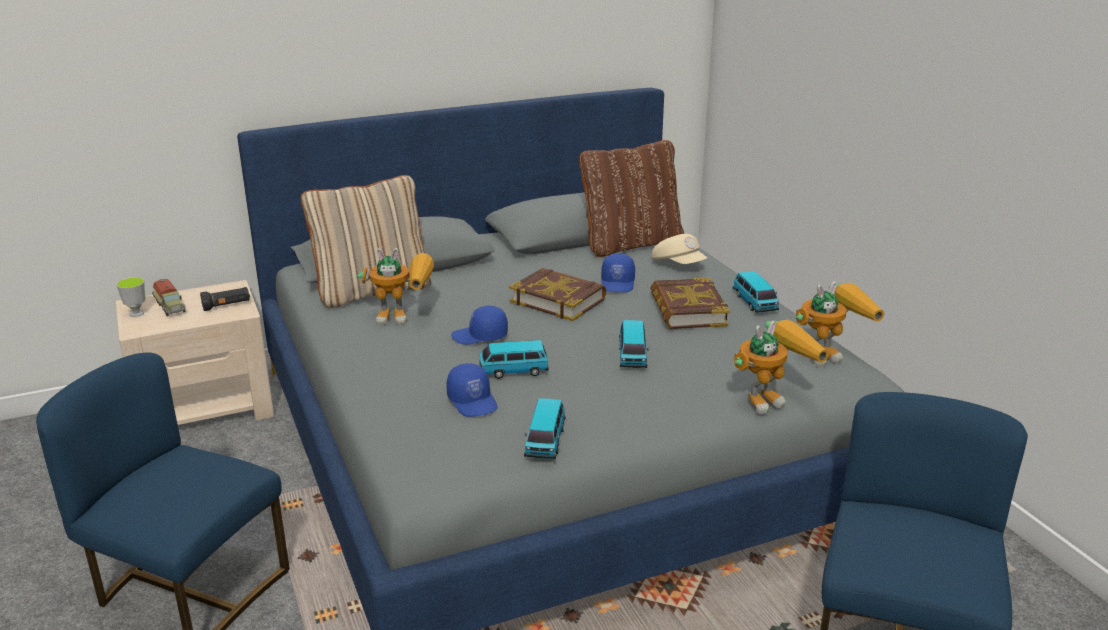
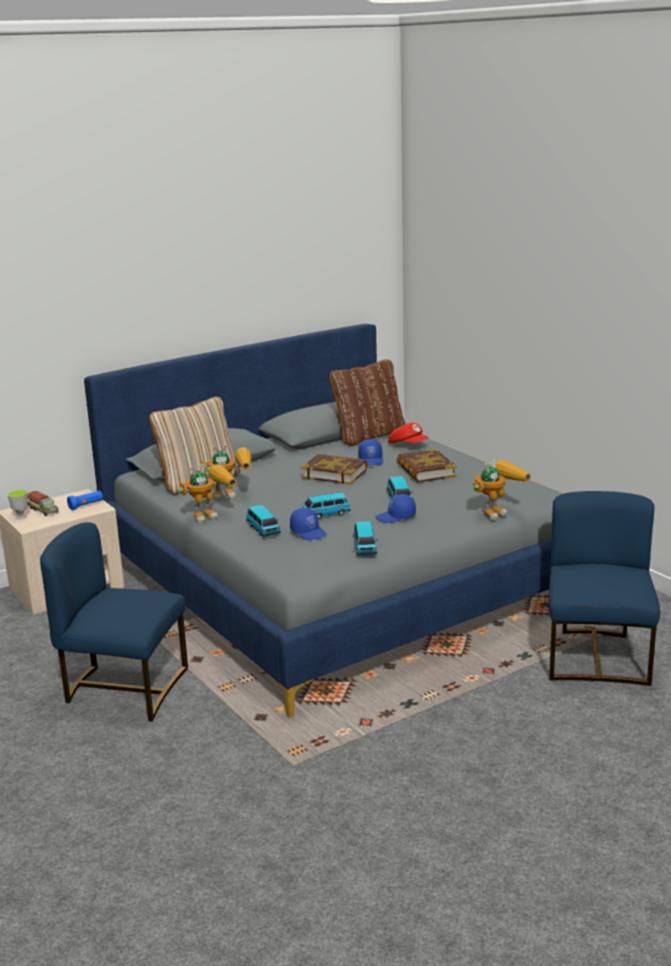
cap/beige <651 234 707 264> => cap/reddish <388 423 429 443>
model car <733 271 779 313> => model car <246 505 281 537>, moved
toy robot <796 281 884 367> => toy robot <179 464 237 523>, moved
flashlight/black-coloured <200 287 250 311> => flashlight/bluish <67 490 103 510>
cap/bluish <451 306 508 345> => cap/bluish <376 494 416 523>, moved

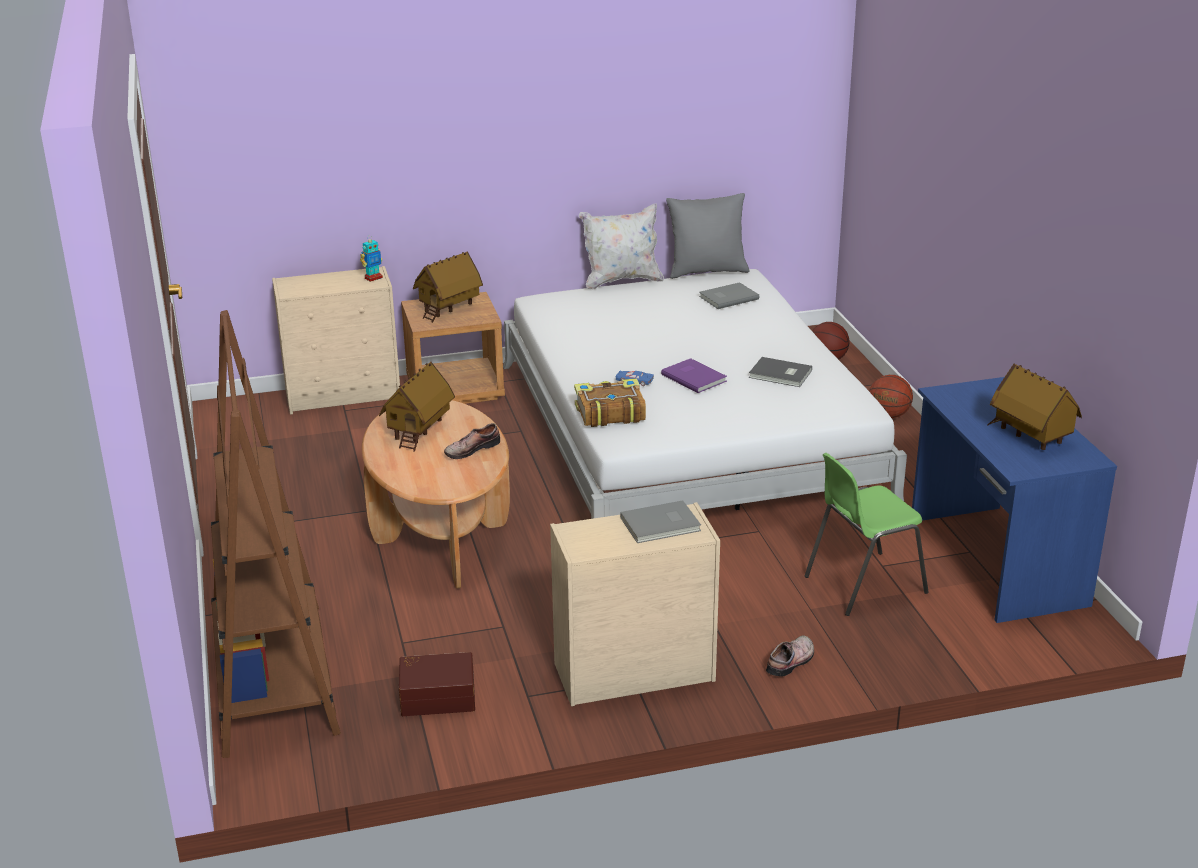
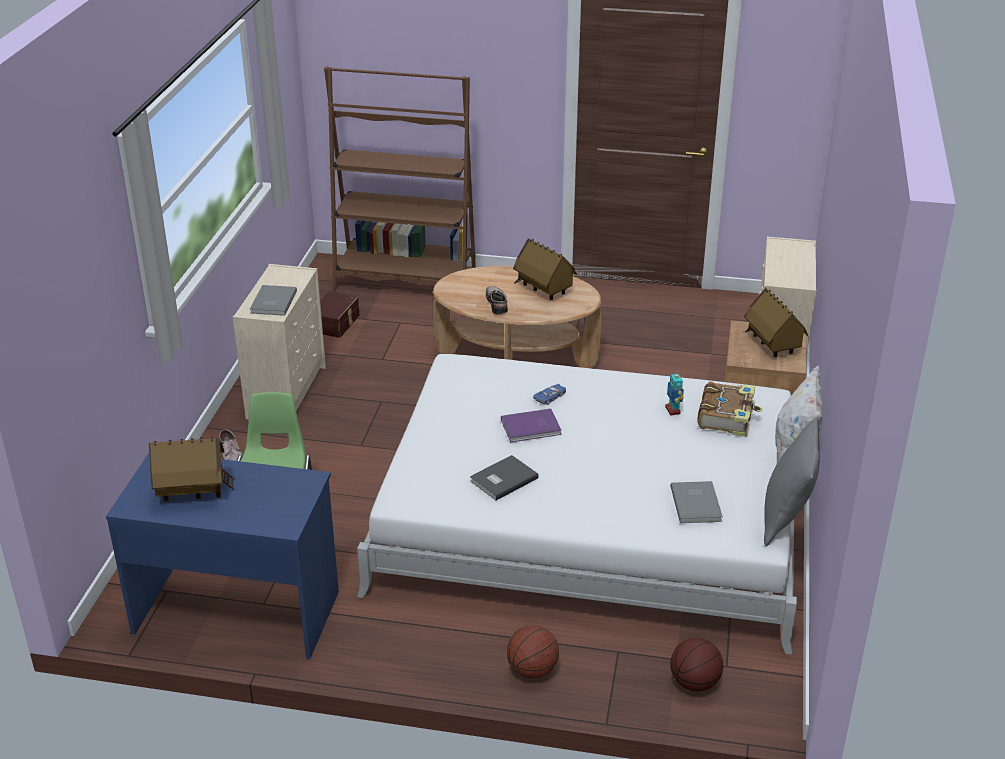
toy robot <360 235 383 282> => toy robot <665 371 684 415>, moved
volume <574 378 646 427> => volume <697 381 763 437>, moved

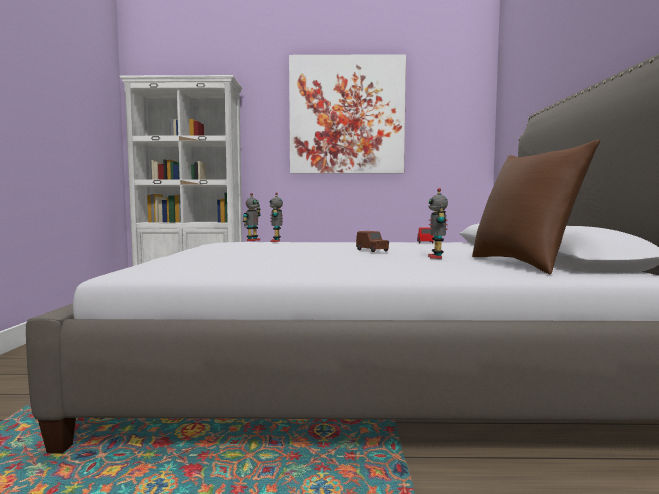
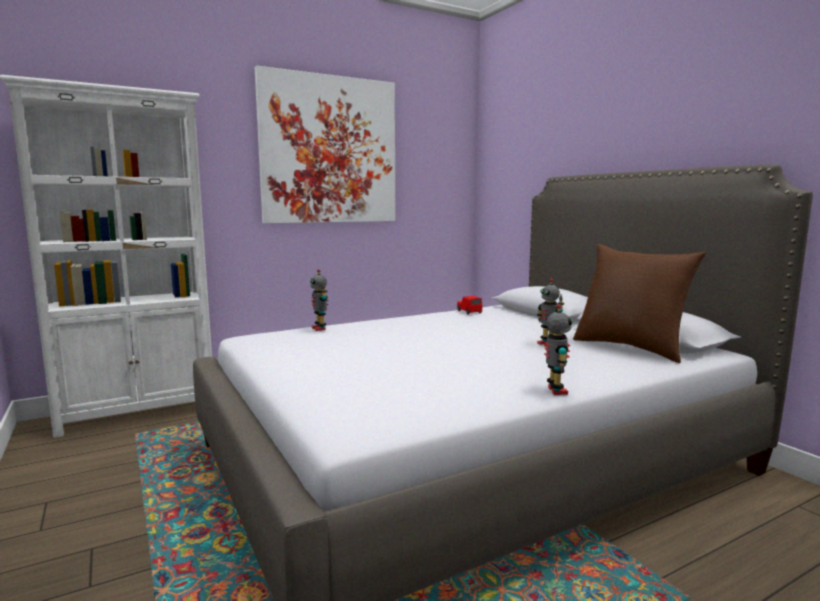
toy robot <243 193 261 241> => toy robot <544 304 572 395>, moved
model car/brownish <356 231 389 252> => nothing

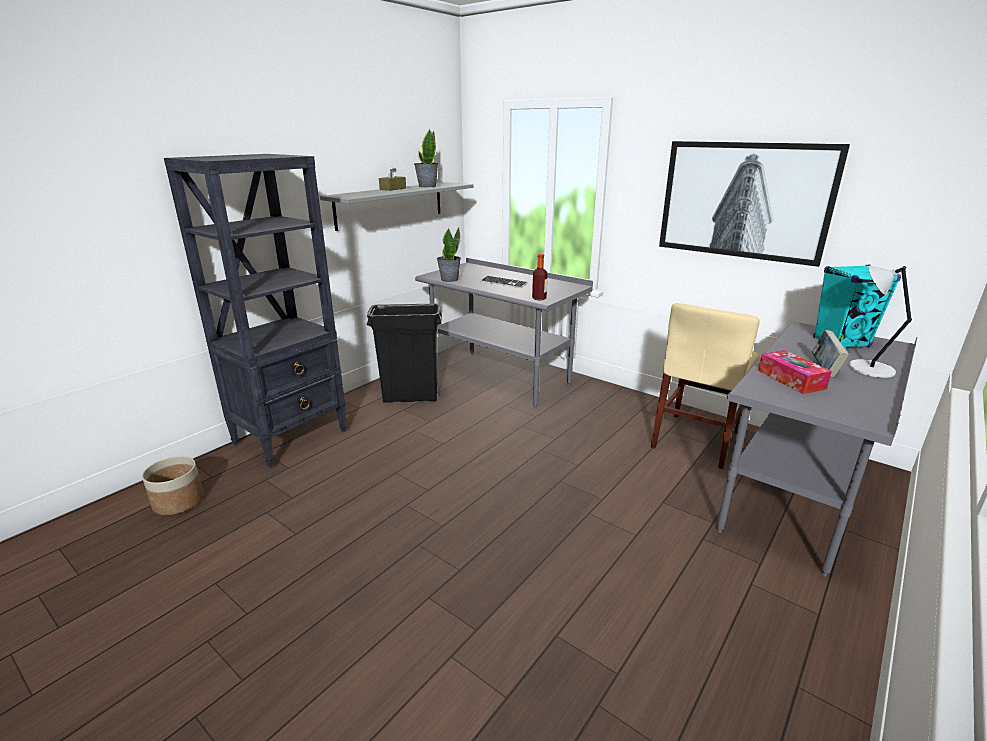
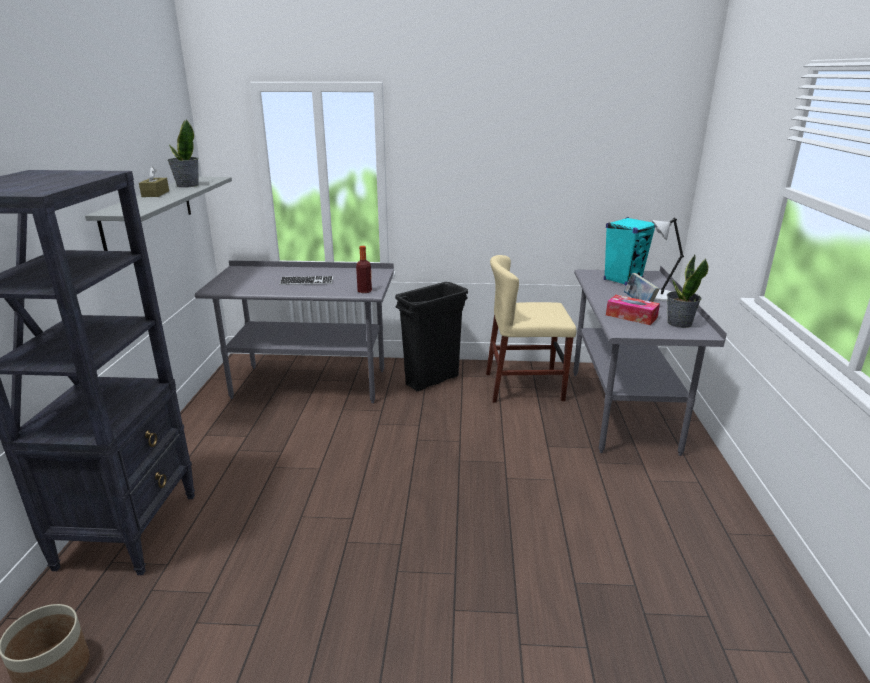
picture <659 141 850 267> => nothing
plant in a pot <437 228 461 282> => plant in a pot <667 255 708 328>, moved
waste bin/black-coloured <367 303 442 403> => waste bin/black-coloured <395 282 468 391>, moved
plain chair/beige <651 303 760 469> => plain chair/beige <486 255 576 403>, 90 degrees clockwise

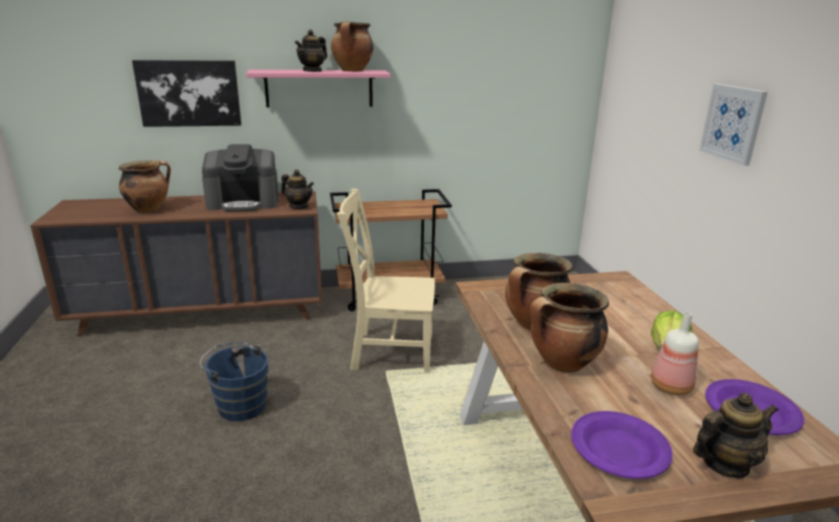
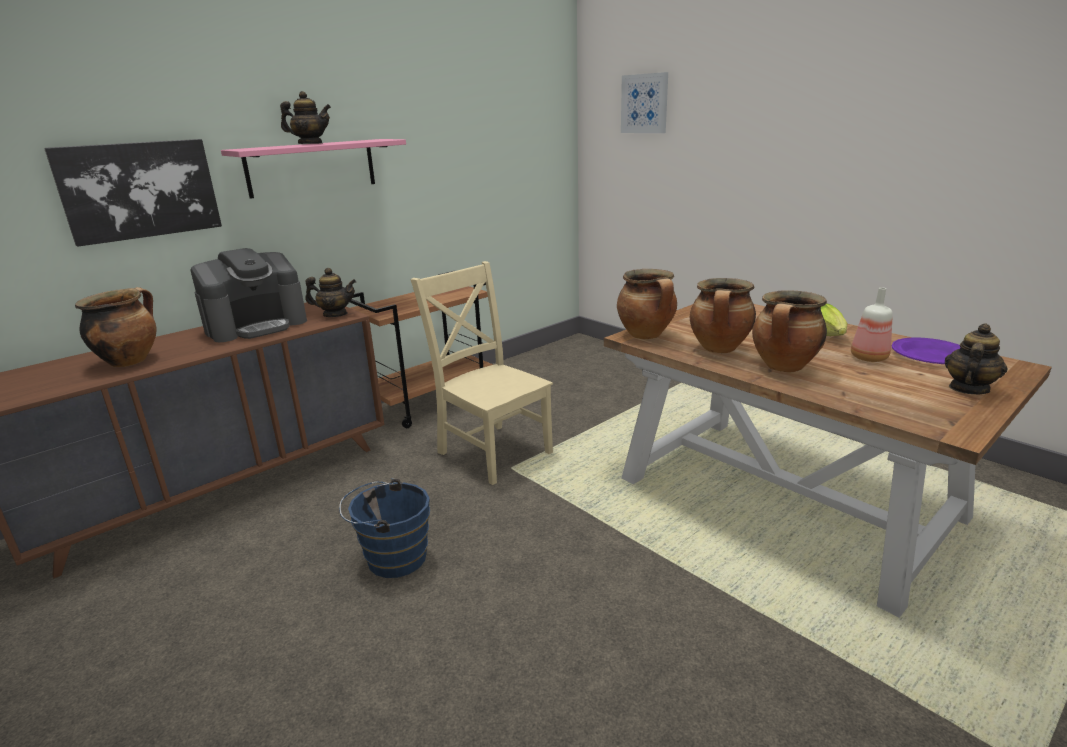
stockpot <331 21 373 72> => stockpot <617 269 677 339>, moved
teapot <295 29 327 72> => teapot <280 91 331 144>, 90 degrees counterclockwise
picture <699 84 768 166> => picture <621 72 668 133>, moved
plain chair/beige <337 189 435 373> => plain chair/beige <410 261 553 485>, 75 degrees clockwise
flat dish/purplish <571 411 673 479> => nothing

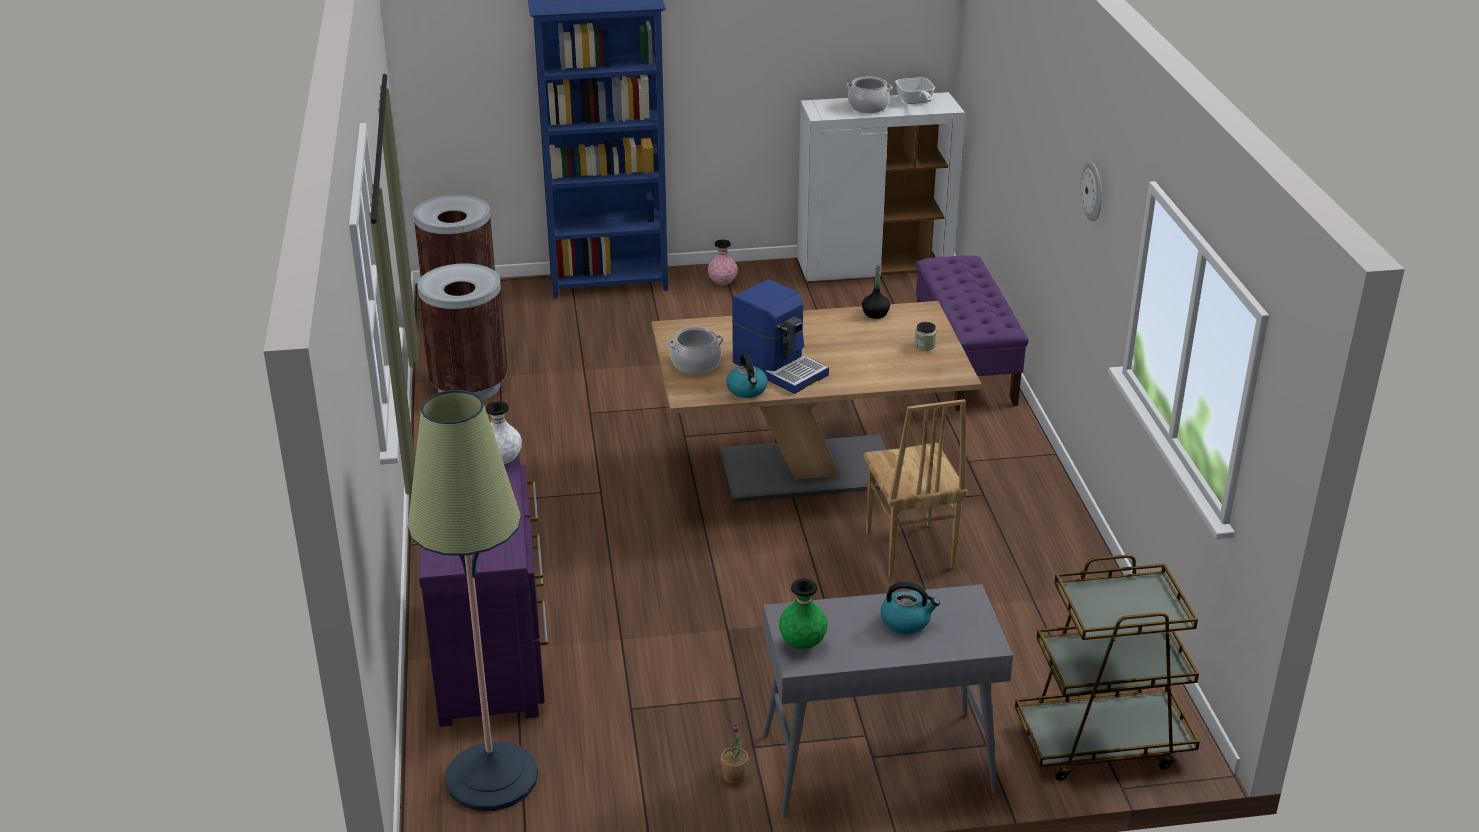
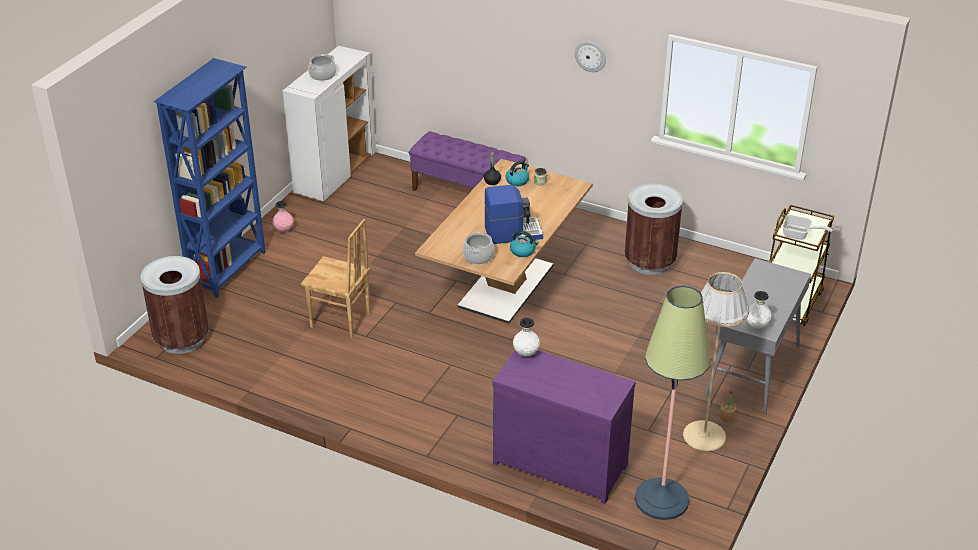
frying pan <895 77 935 104> => frying pan <782 215 833 240>, moved
waste bin/brownish <417 263 508 400> => waste bin/brownish <625 183 683 275>, moved
plain chair/brownish <863 399 968 578> => plain chair/brownish <301 219 370 338>, moved
flower vase/green-coloured <779 579 828 649> => flower vase/white-coloured <746 291 772 328>
water kettle <881 582 940 634> => water kettle <506 161 529 186>, moved
nothing => standard lamp/beige <683 272 749 451>

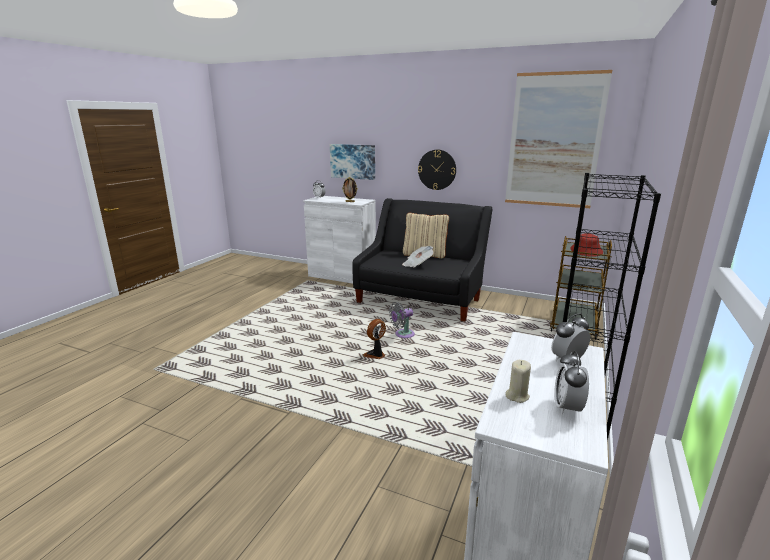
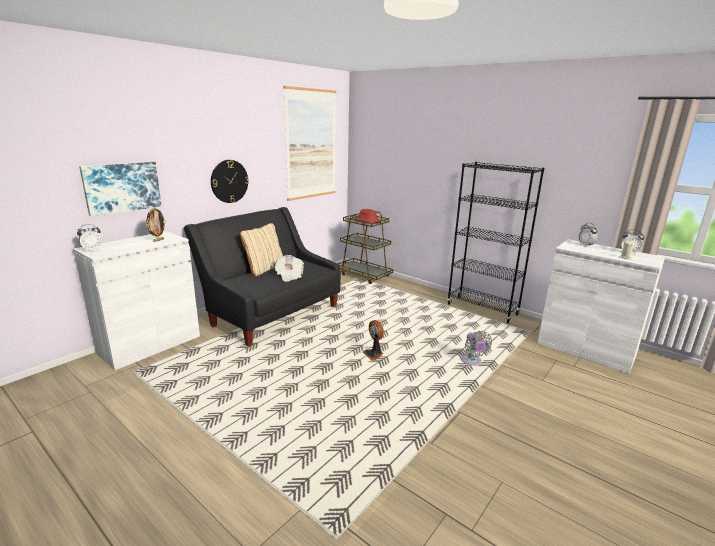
electric fan/greyish <389 302 415 338> => electric fan/greyish <461 331 492 366>, moved

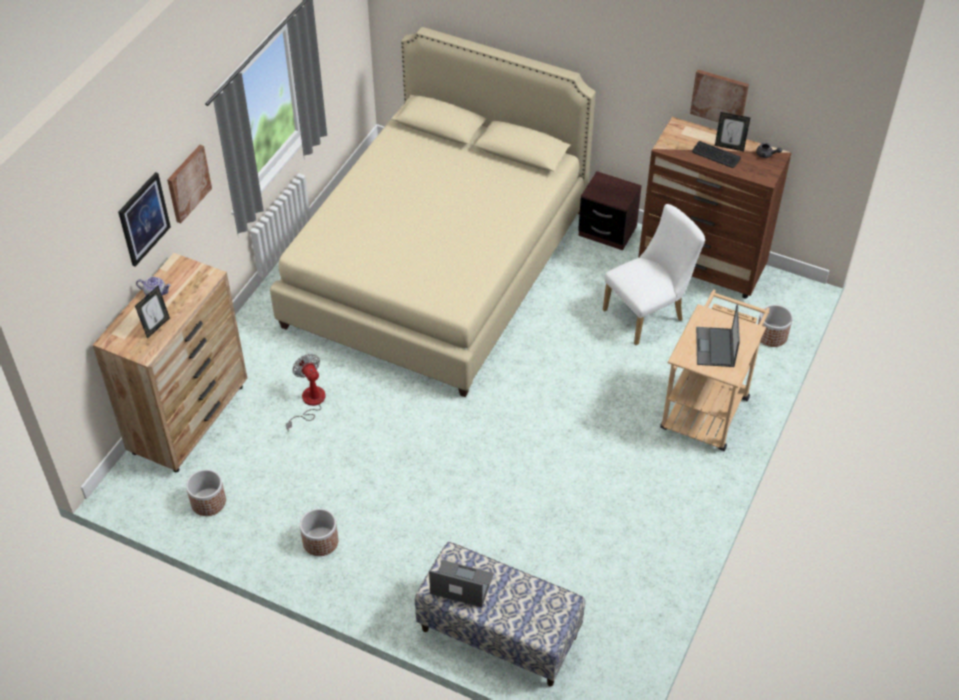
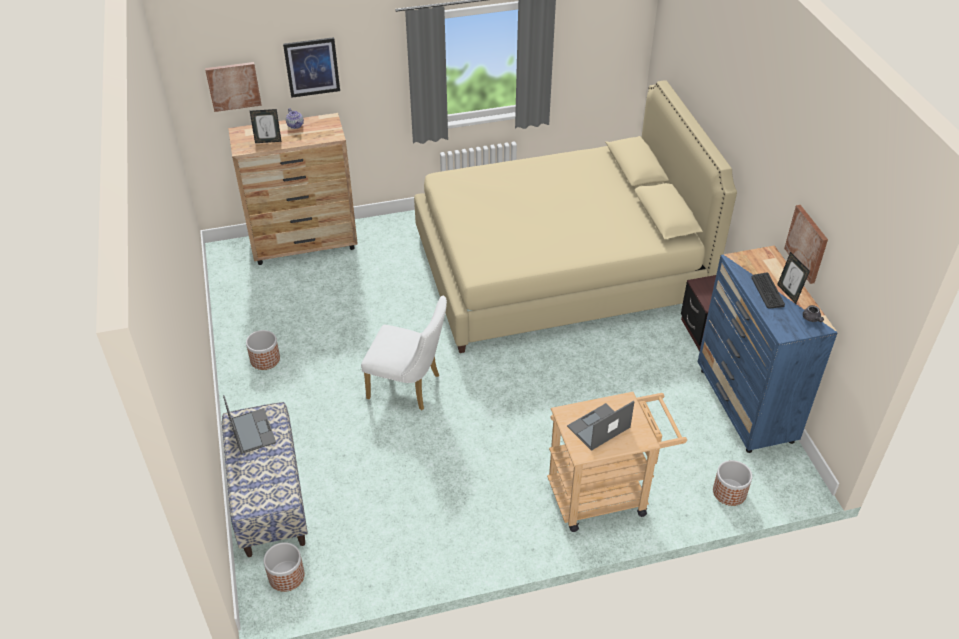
chest of drawers/brownish <638 117 791 299> => chest of drawers/bluish <698 245 838 453>
picture <167 145 212 223> => picture <205 62 262 112>, moved
plain chair/white-coloured <603 204 705 345> => plain chair/white-coloured <361 296 447 410>, moved
electric fan <286 354 326 432> => nothing
flower pot <186 469 226 516> => flower pot <264 542 305 592>, moved

